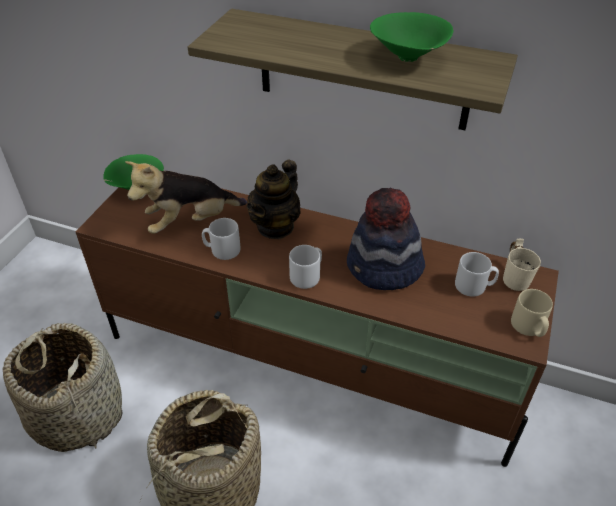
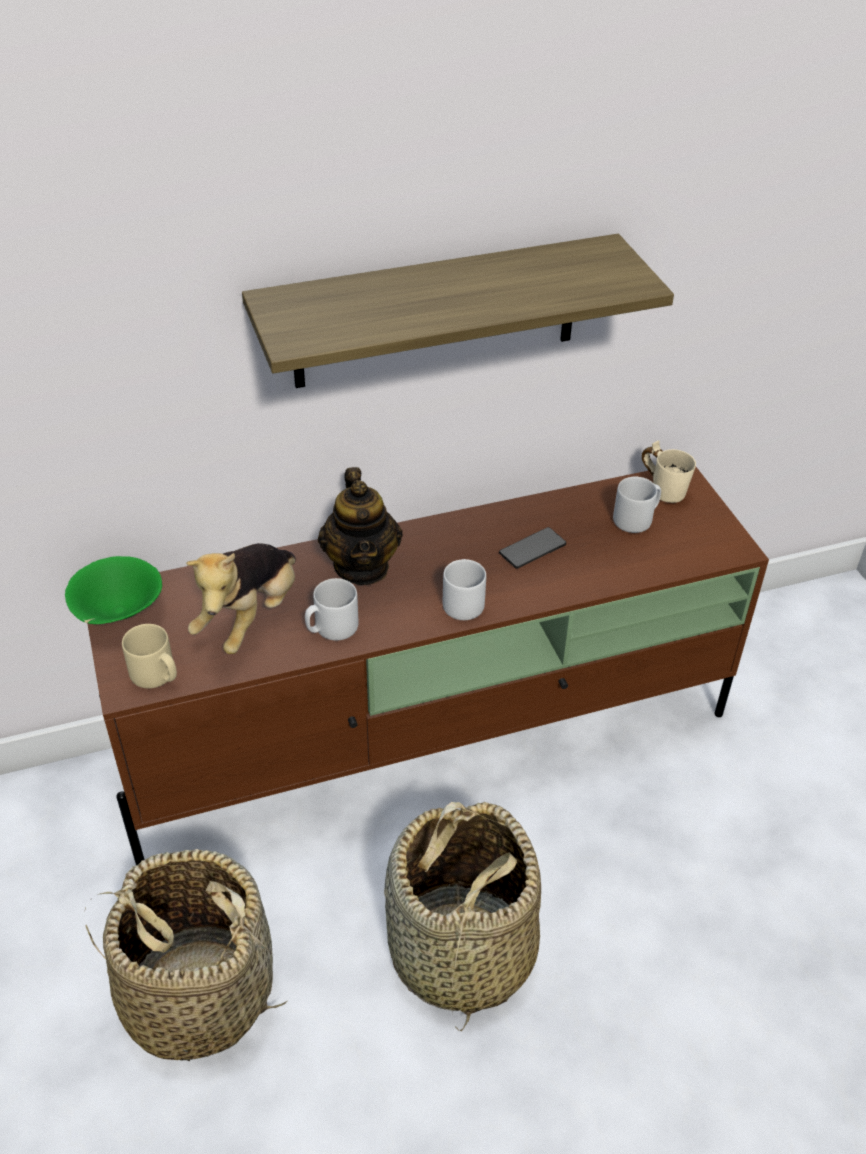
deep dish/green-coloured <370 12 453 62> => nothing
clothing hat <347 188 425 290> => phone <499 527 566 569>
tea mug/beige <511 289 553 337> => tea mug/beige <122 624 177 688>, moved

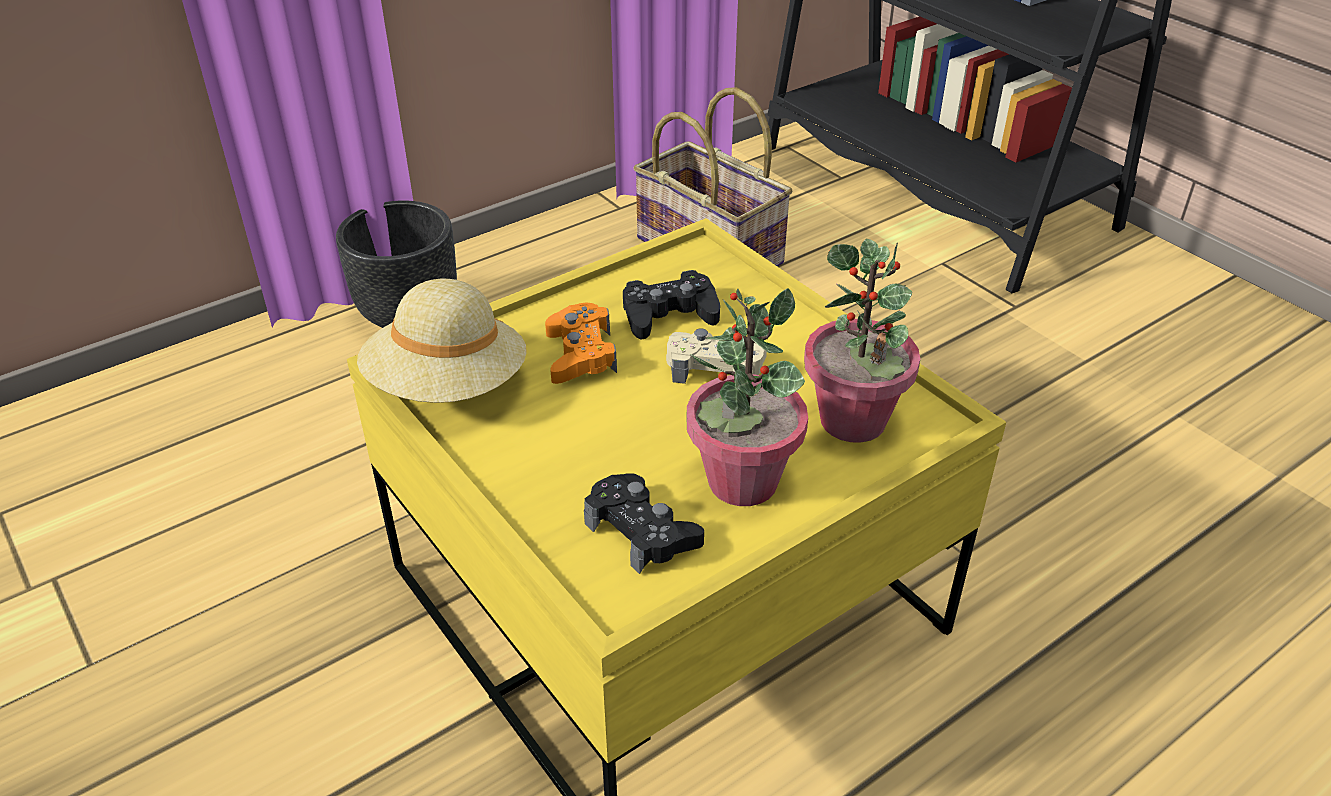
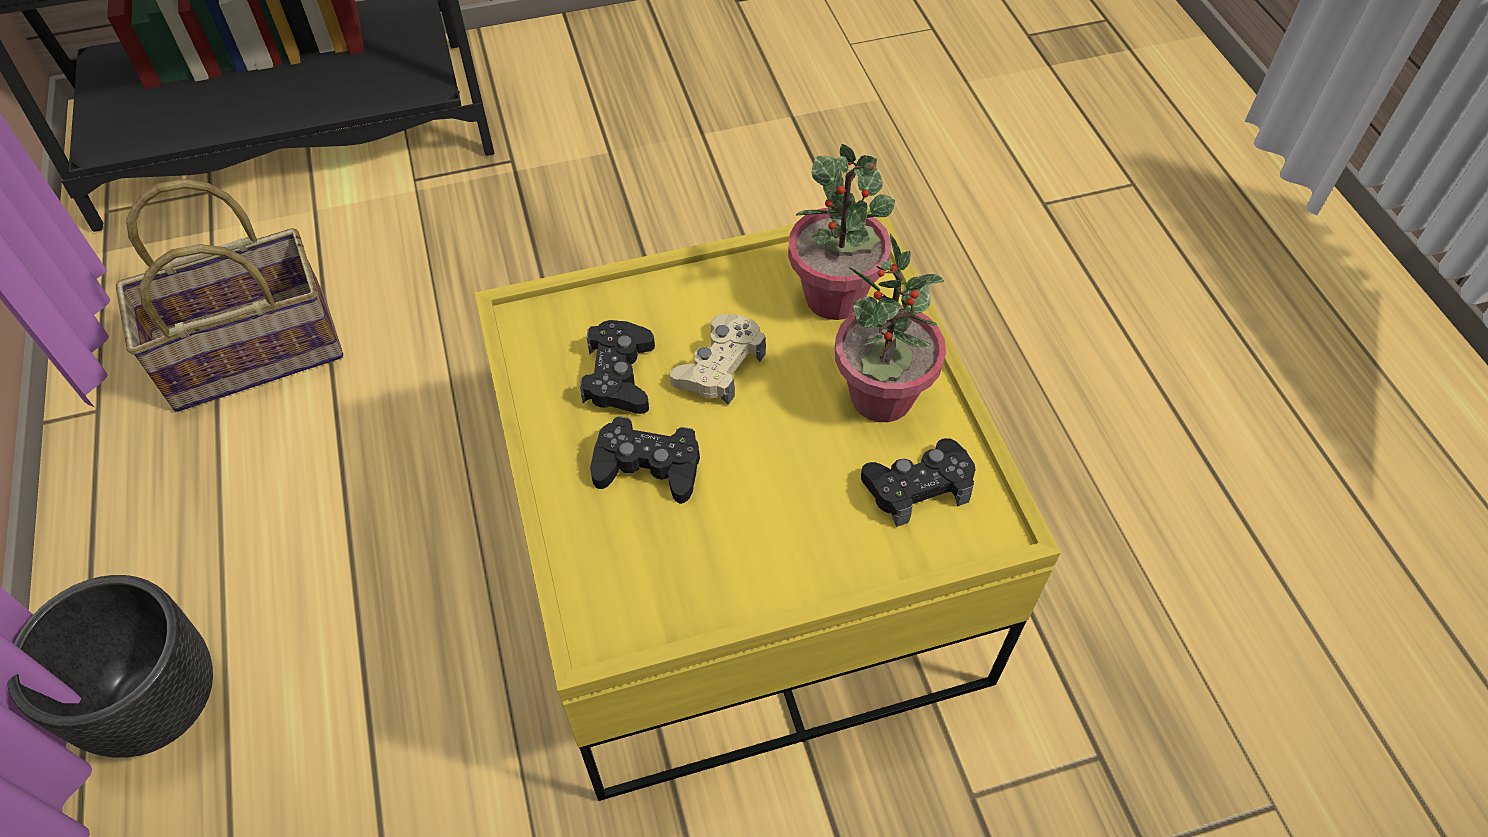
clothing hat/beige <357 279 527 403> => nothing
game controller/orange <545 303 617 384> => game controller/black-coloured <590 416 700 504>

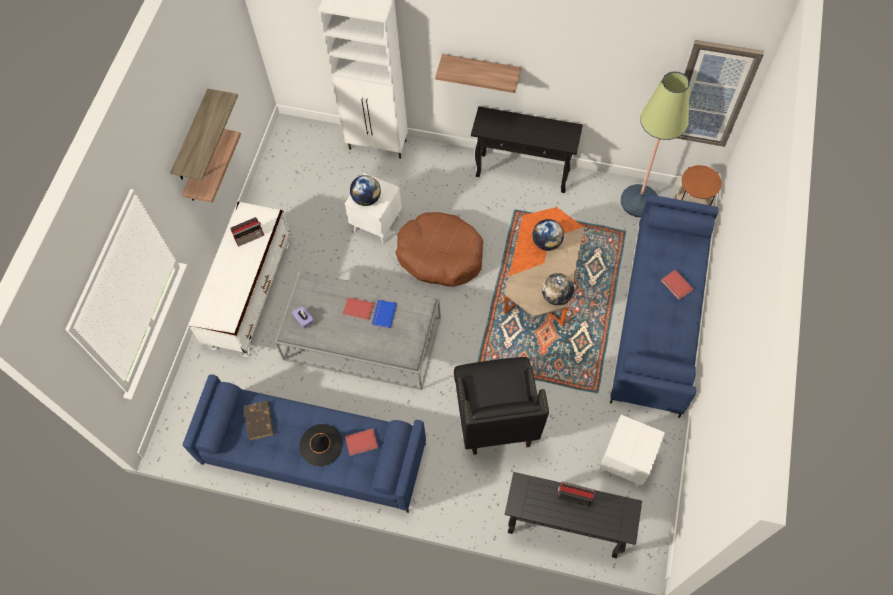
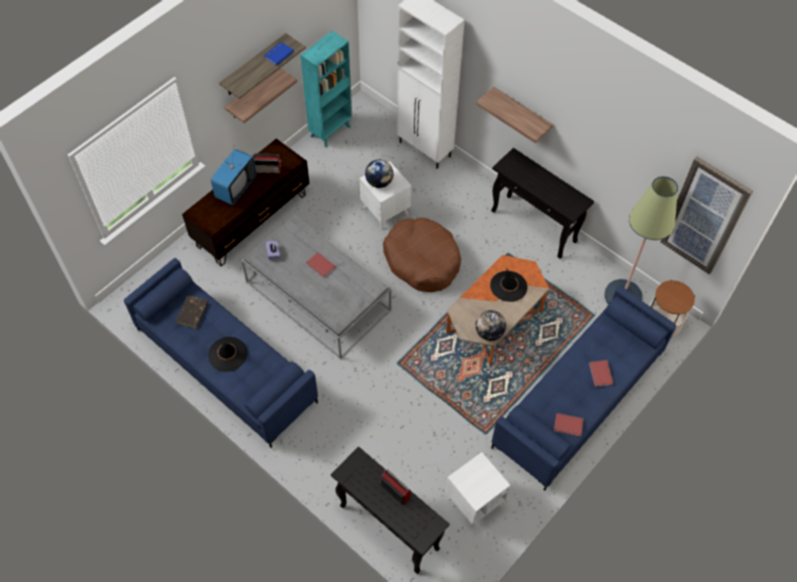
media console/white-coloured <188 202 290 357> => media console/brownish <182 139 309 267>
world globe <532 219 564 251> => clothing hat/black-coloured <490 268 528 302>
volume/bluish <372 300 397 328> => volume/bluish <264 42 294 66>, moved
armchair/black-coloured <454 357 549 455> => nothing
volume/reddish <345 429 378 456> => volume/reddish <554 413 584 437>, moved
nothing => bookshelf/turquoise <300 30 352 147>
nothing => television <211 149 257 205>

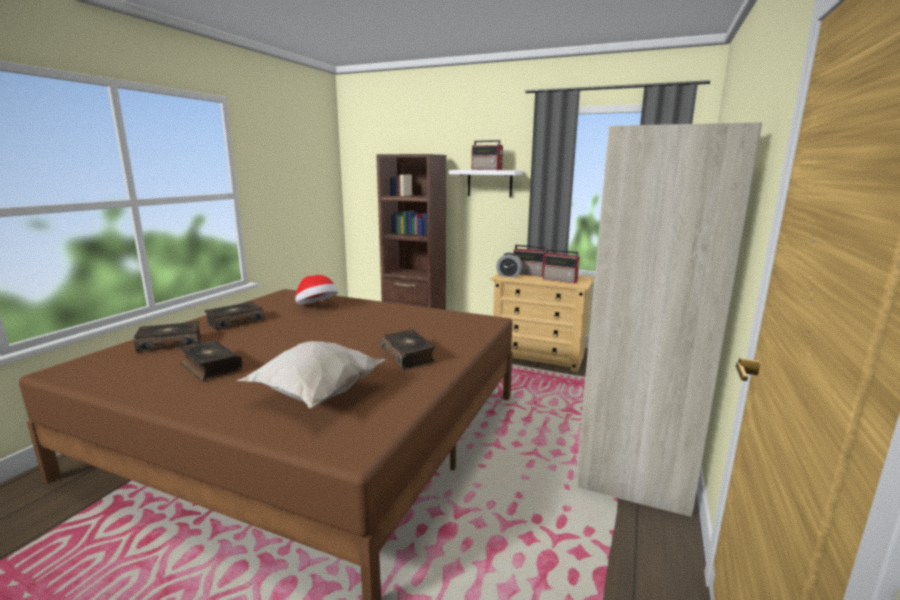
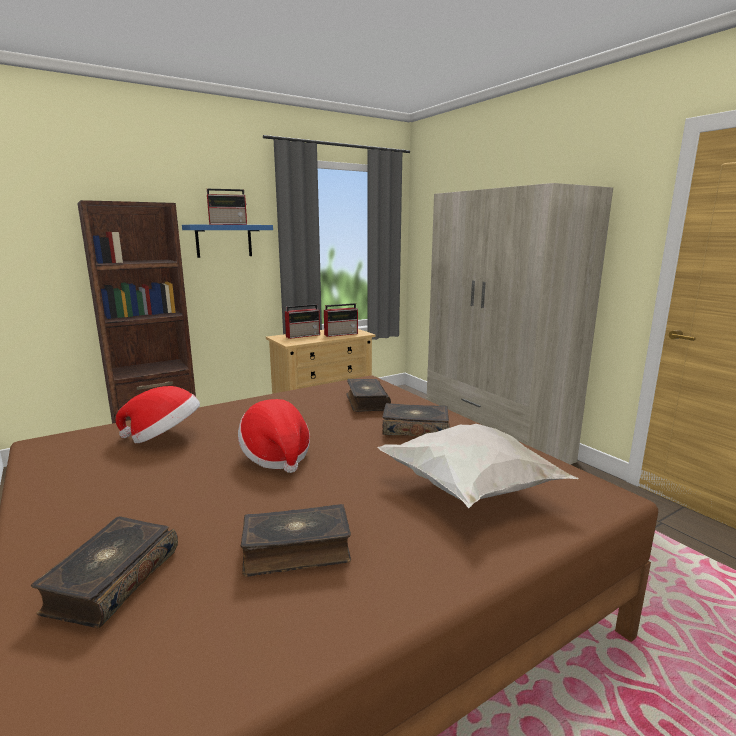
shelf/white-coloured <449 170 523 197> => shelf/bluish <182 225 273 258>
alarm clock <496 253 523 277> => nothing
volume <204 301 265 330> => volume <346 379 391 412>, moved
nothing => clothing hat <238 399 310 473>

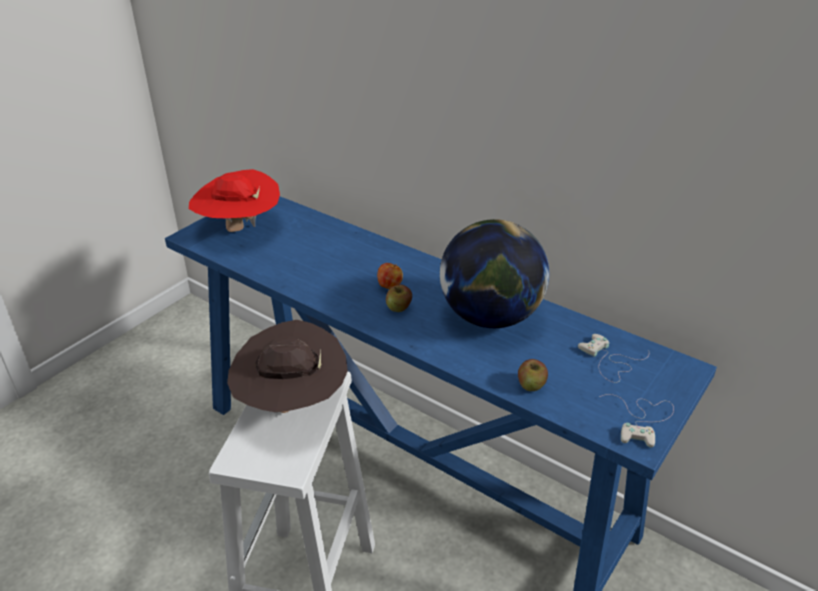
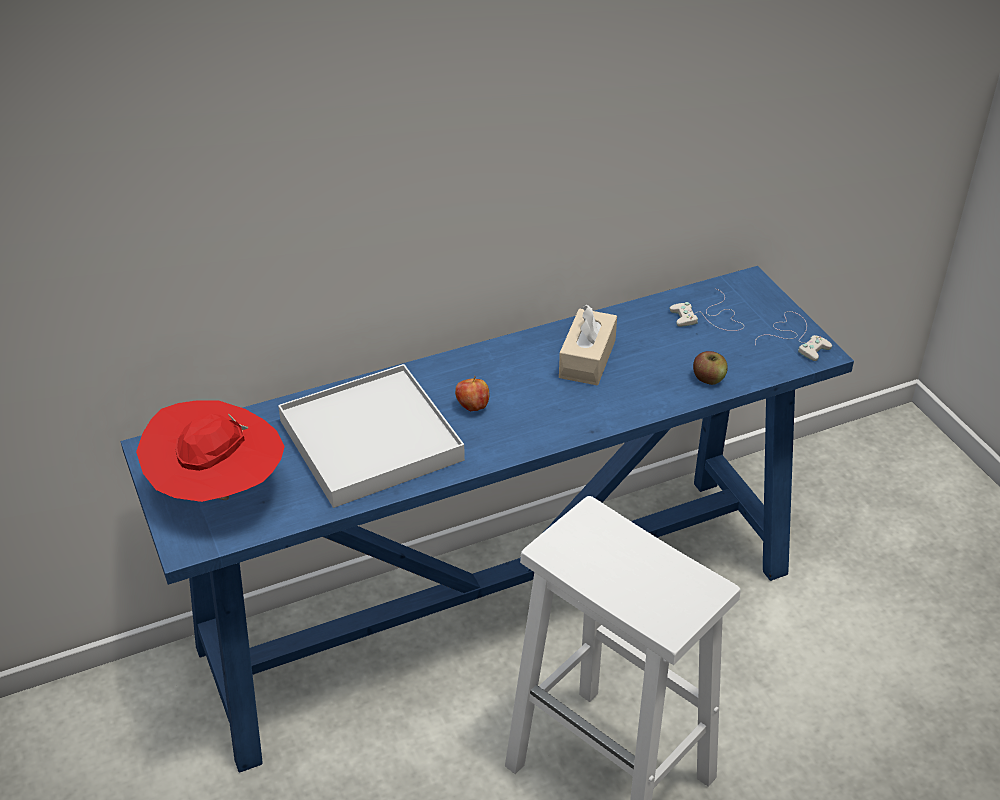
world globe <440 219 549 328> => tissue holder/beige <559 305 617 385>
apple <386 284 412 312> => nothing
clothing hat/brownish <227 320 348 413> => nothing
nothing => serving tray/white-coloured <278 364 465 508>

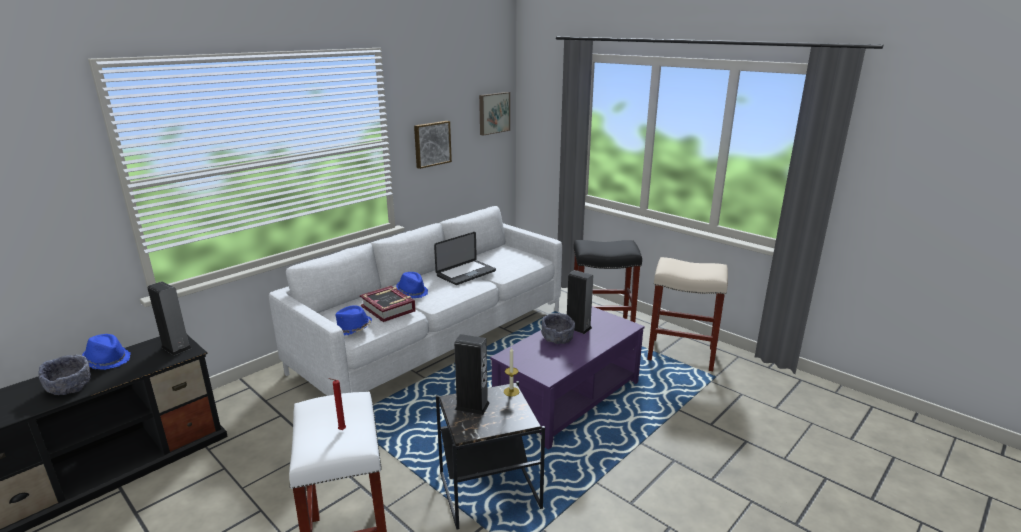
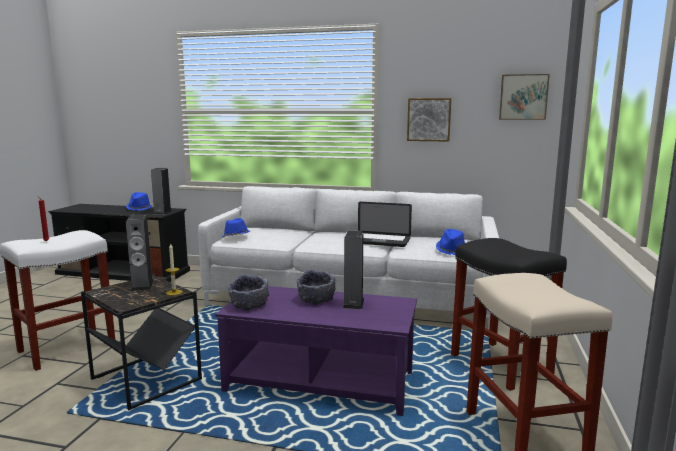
clothing hat/bluish <396 272 428 298> => clothing hat/bluish <436 229 465 255>, moved
volume <360 286 416 322> => nothing
deep dish/greyish <39 355 91 395> => deep dish/greyish <228 274 270 311>, moved

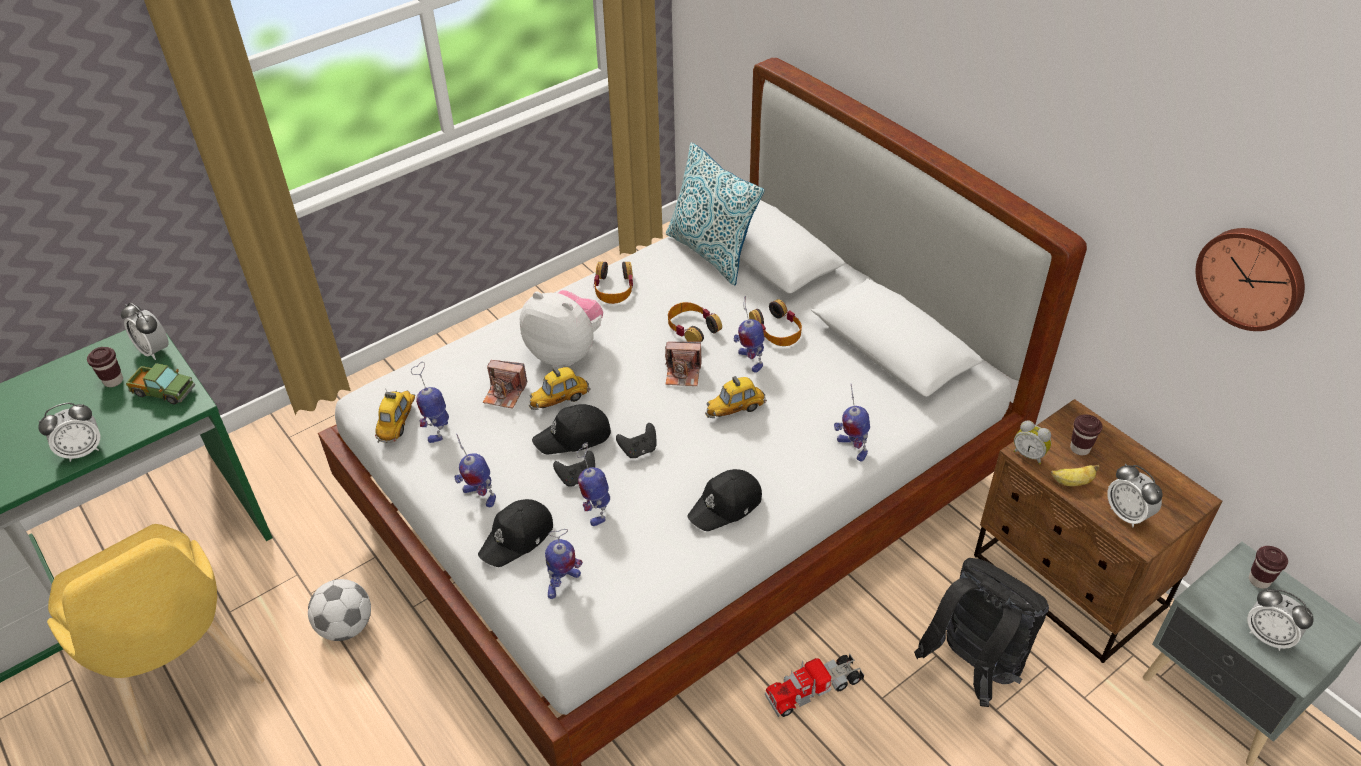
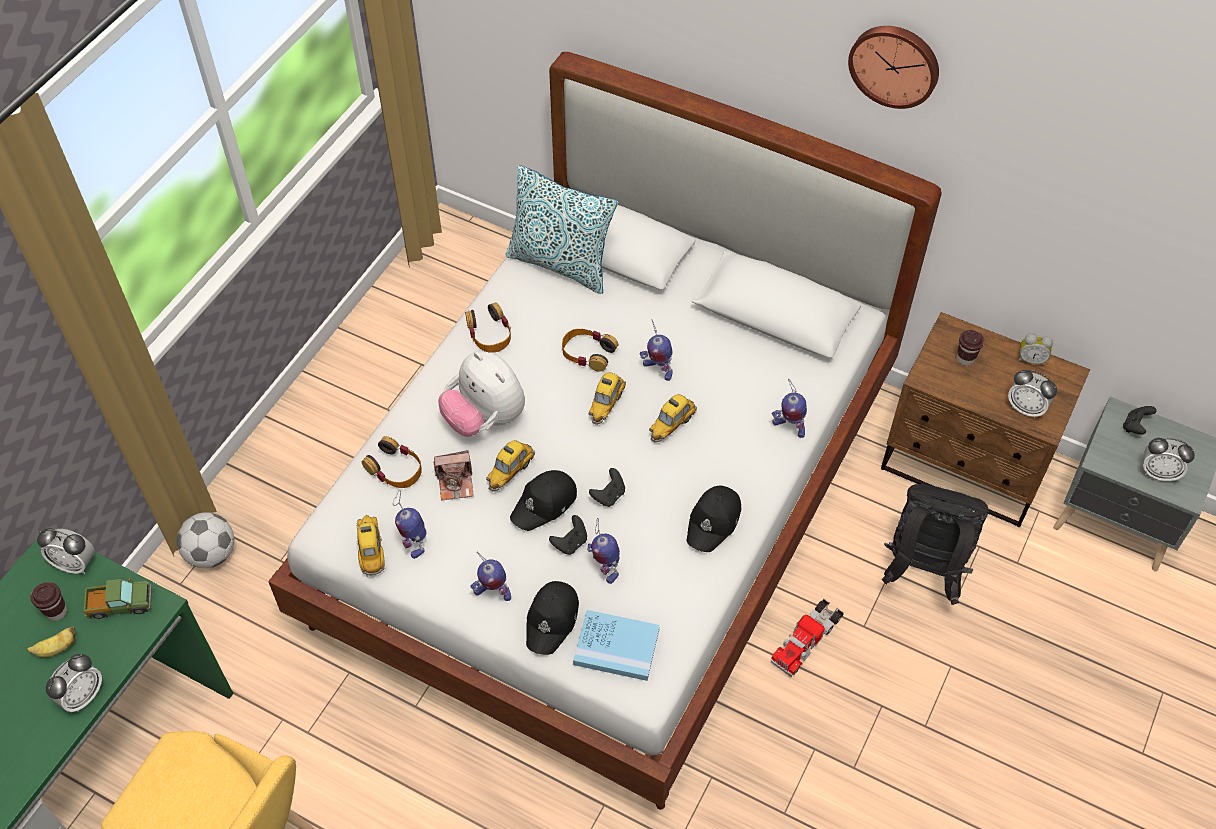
clock on the wall <1196 228 1305 331> => clock on the wall <848 26 939 109>, moved
plush toy <520 290 603 366> => plush toy <438 351 525 437>, 135 degrees counterclockwise
headset <749 299 802 346> => headset <362 436 422 488>, moved
photo camera <665 342 702 386> => model car <589 372 626 425>
alarm clock <1014 420 1051 465> => alarm clock <1018 333 1053 366>, moved
banana fruit <1051 465 1099 486> => banana fruit <27 626 76 658>, moved
toy robot <545 529 583 599> => volume/bluish <573 610 660 681>
cup/brownish <1249 546 1288 589> => game controller/black-coloured <1123 406 1157 435>
ball for football <308 579 371 641> => ball for football <176 512 234 568>, moved

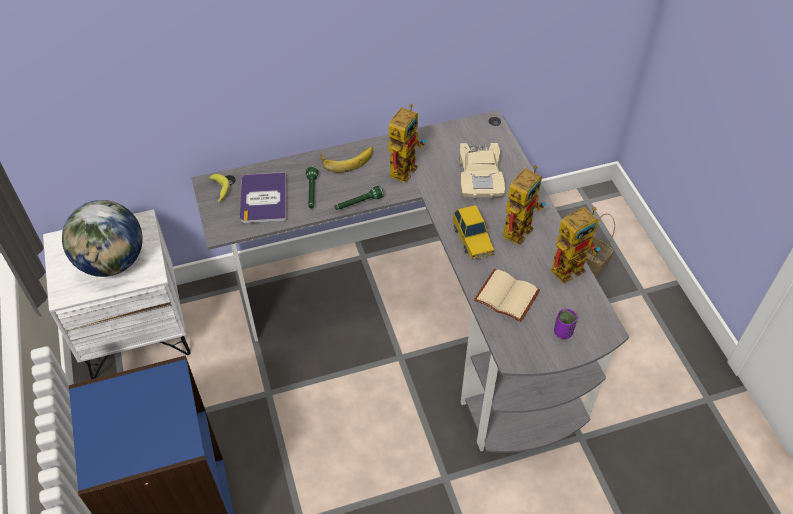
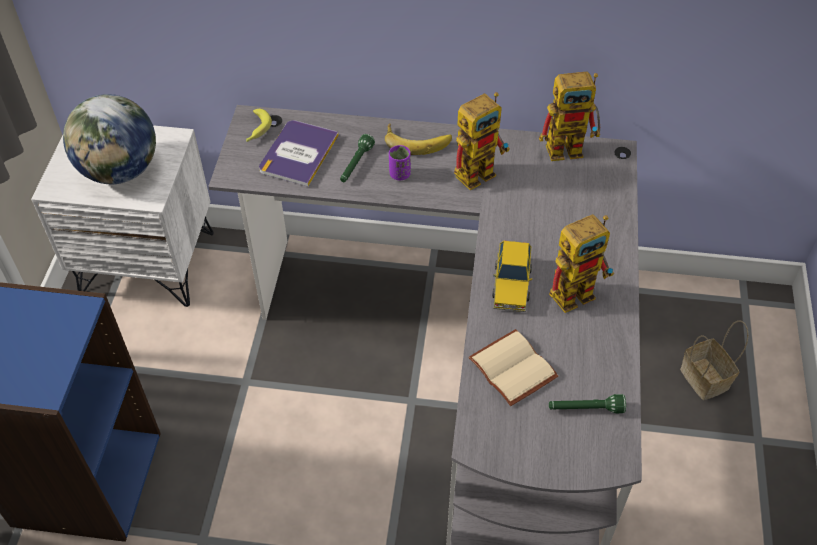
model car/beige <459 143 505 198> => nothing
flashlight/green-coloured <335 186 384 210> => flashlight/green-coloured <549 394 626 413>, moved
toy robot <551 207 600 284> => toy robot <539 71 600 161>, moved
cup/purplish <554 309 577 339> => cup/purplish <389 145 411 180>, moved

